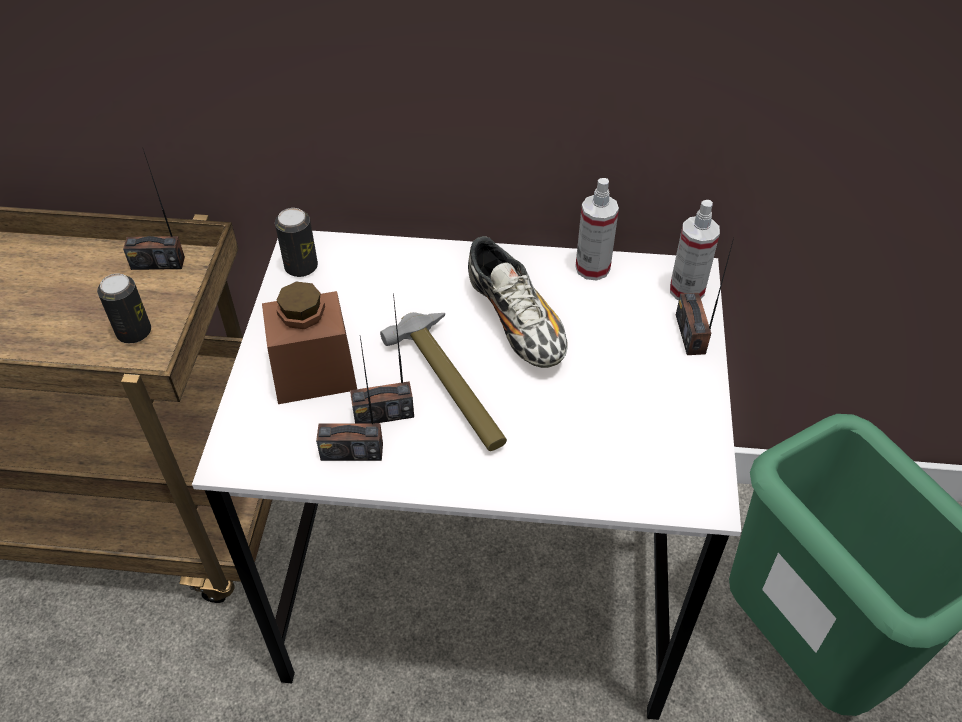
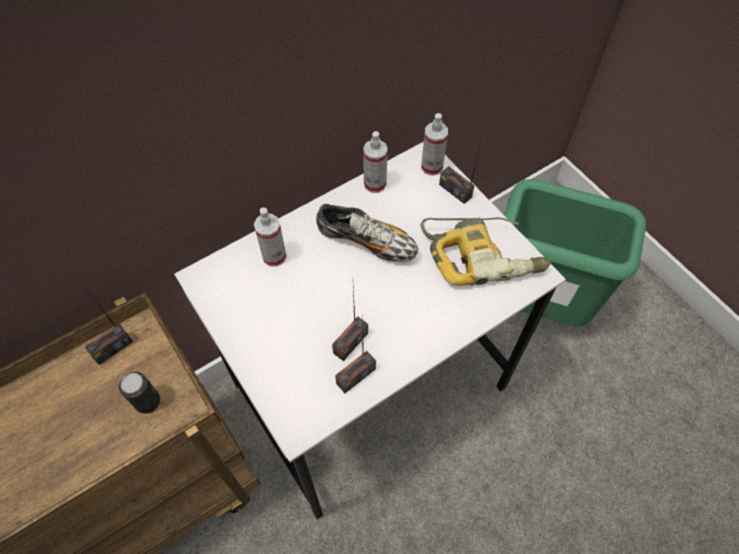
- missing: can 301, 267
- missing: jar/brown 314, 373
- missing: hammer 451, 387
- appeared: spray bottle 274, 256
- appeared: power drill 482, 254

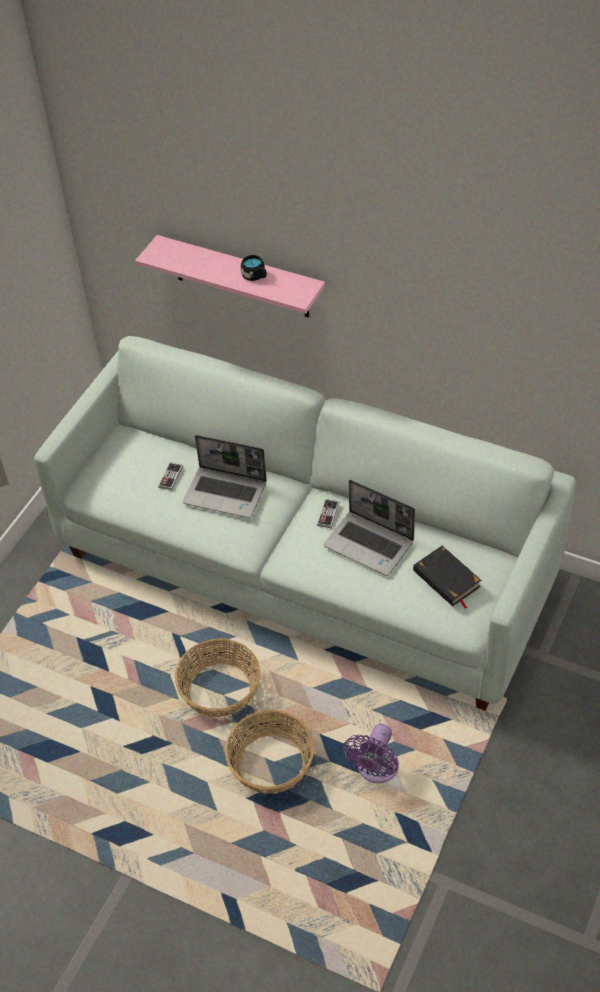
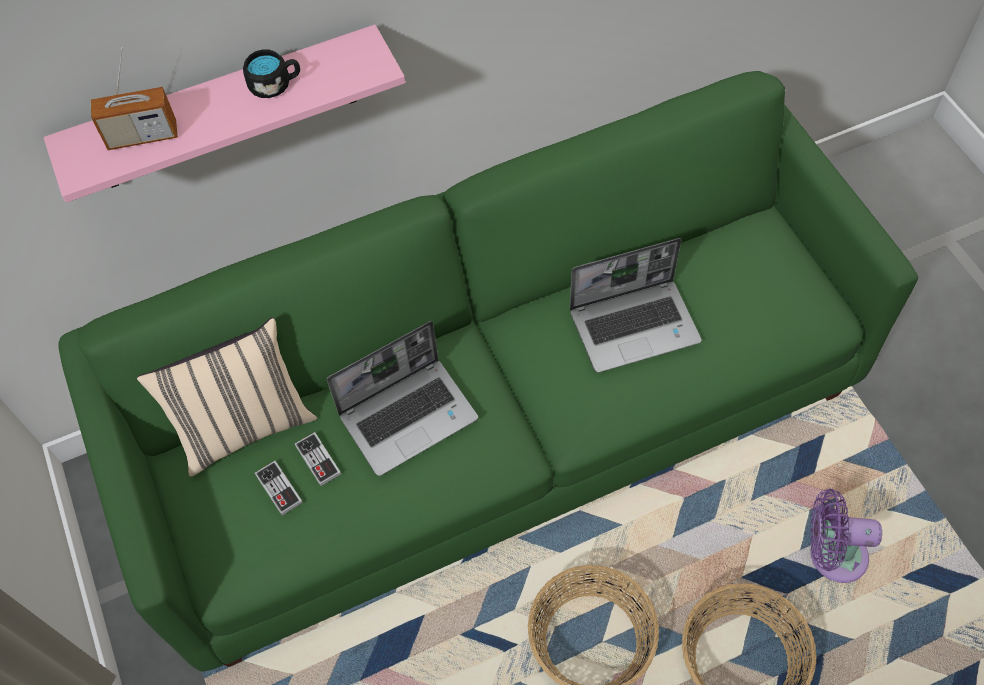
- colour: sofa/white 305, 566 to sofa/green 496, 420
- relocated: game controller 328, 514 to 279, 488
- missing: book/black 446, 579
- spun: fan/purple 375, 769 = 831, 555 120 degrees clockwise
- appeared: radio 142, 136
- appeared: pillow/beige 245, 426

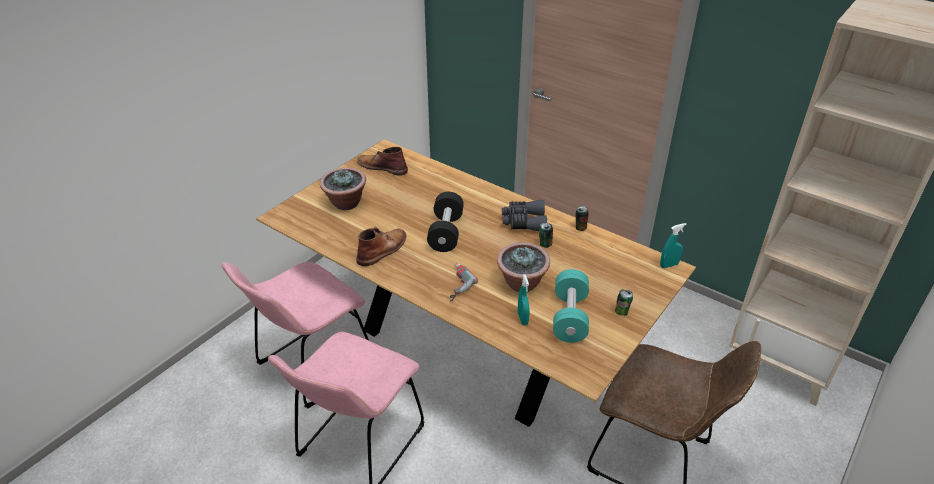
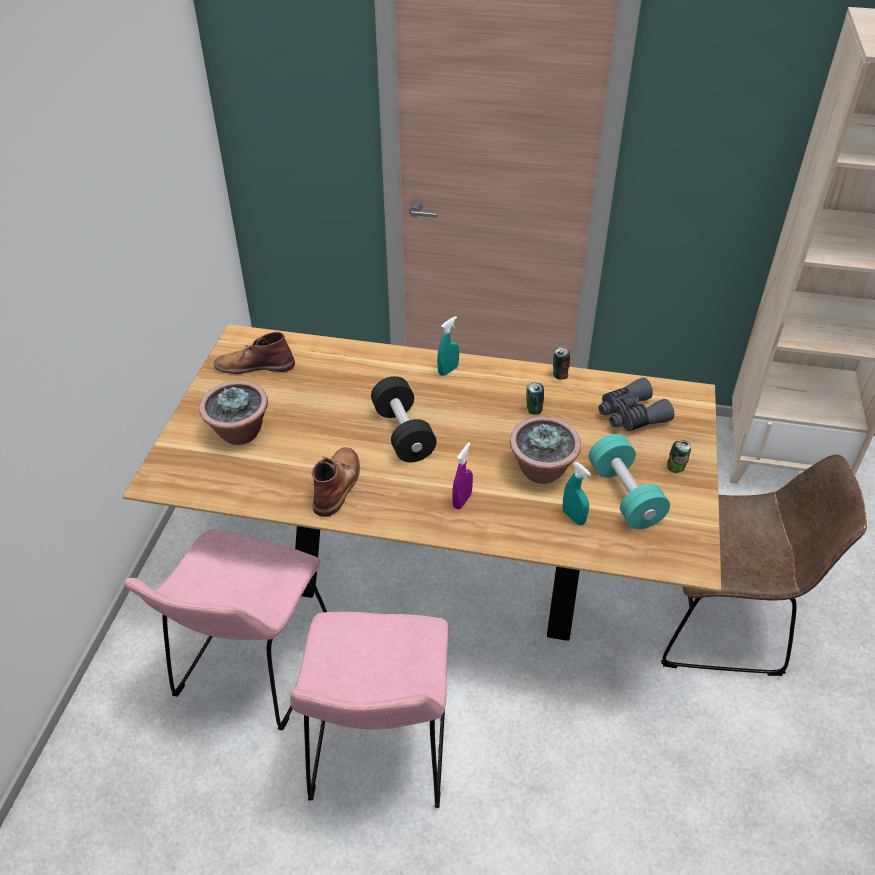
- relocated: binoculars/grey 524, 222 to 631, 415
- relocated: spray bottle/turquoise 669, 265 to 448, 370
- exchanged: power drill 454, 284 to spray bottle/purple 462, 501

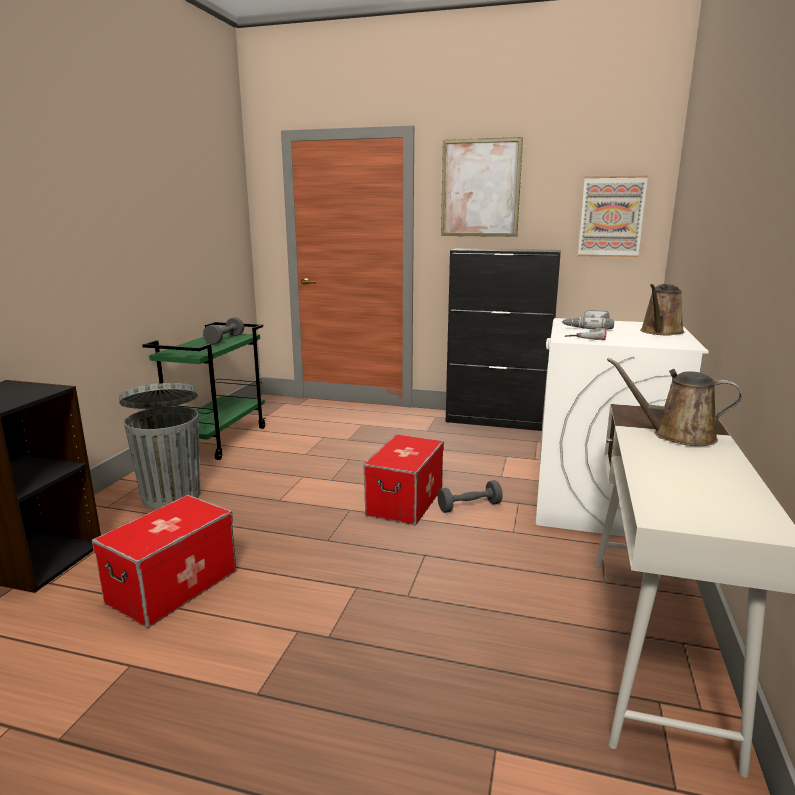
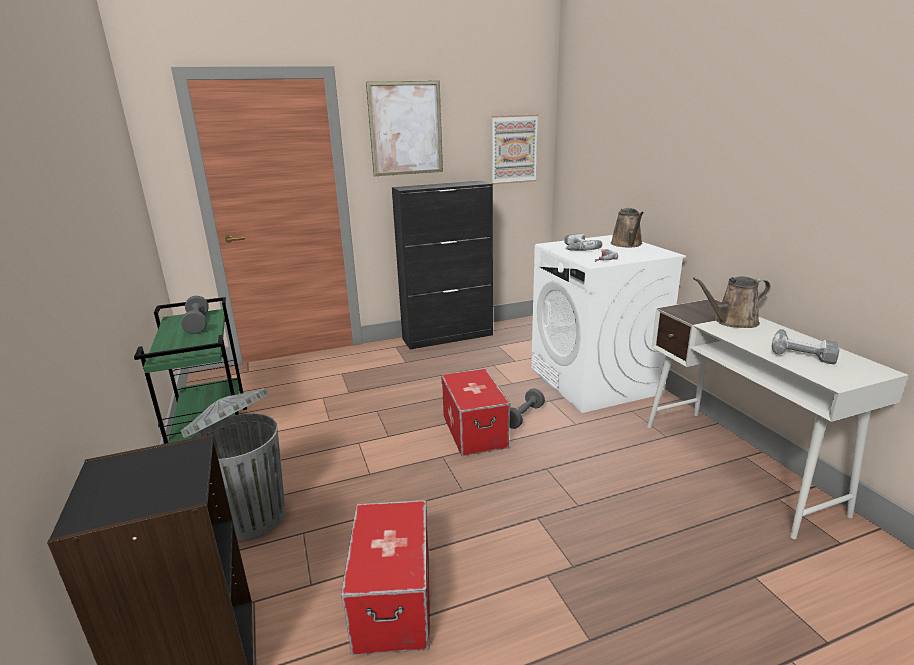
- appeared: power drill 802, 351

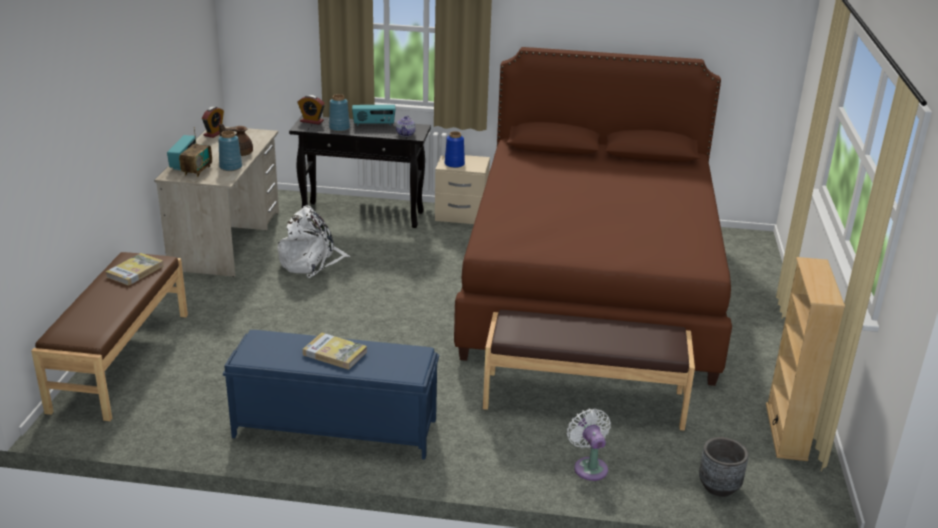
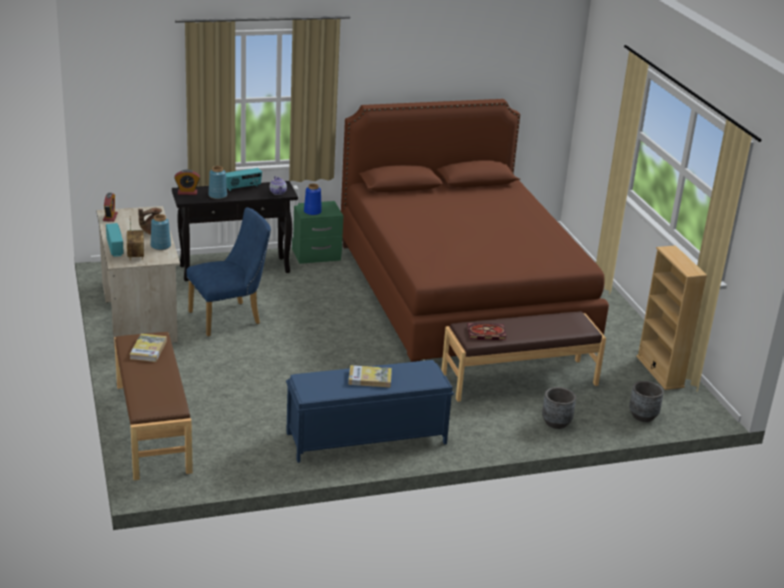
- colour: nightstand/beige 461, 215 to nightstand/green 316, 255
- exchanged: backpack/white 311, 262 to chair/blue 230, 318
- exchanged: fan/white 589, 466 to planter/grey 556, 422
- appeared: book 485, 333

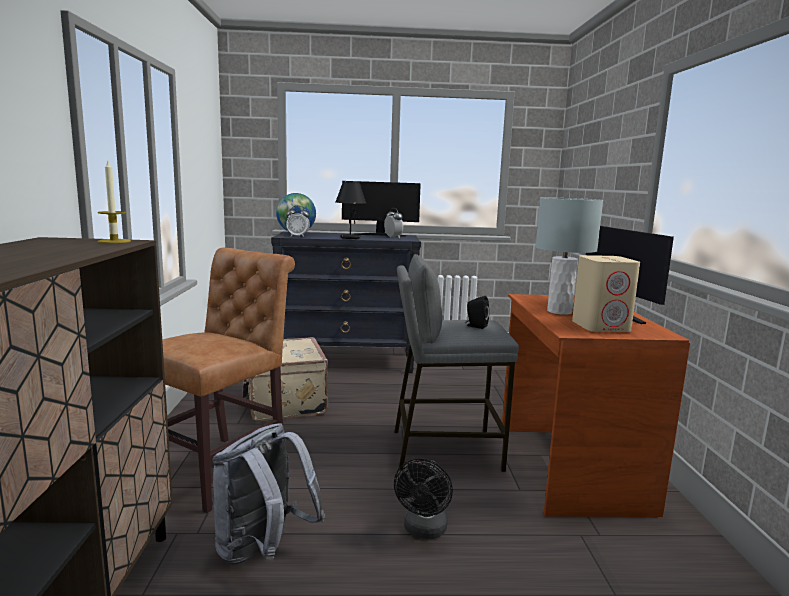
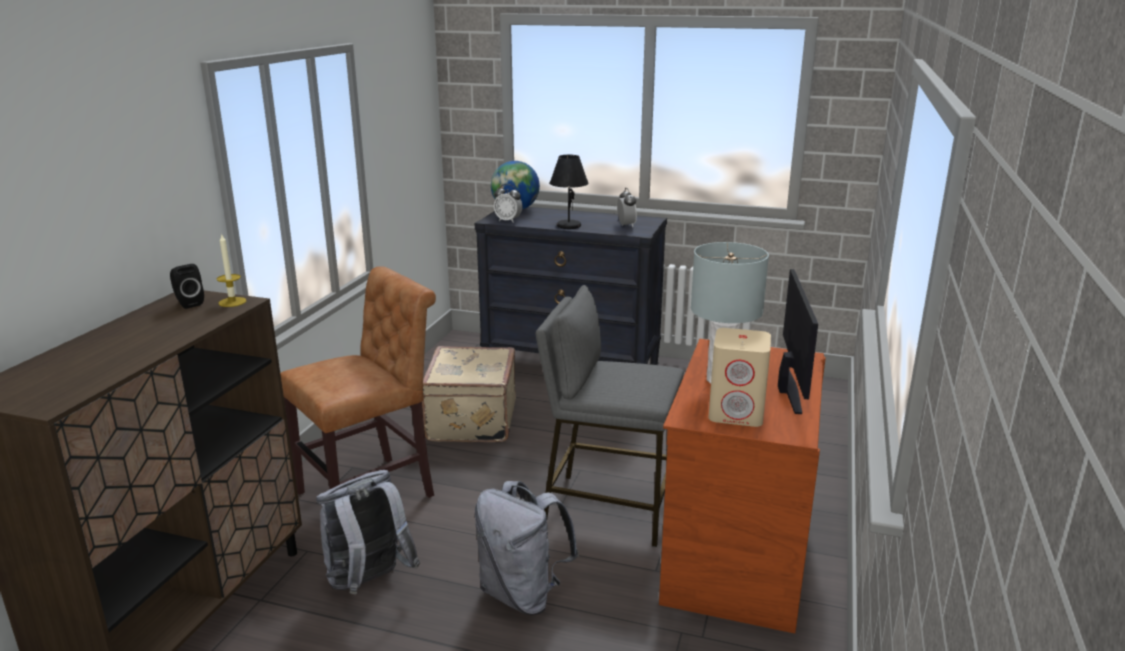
- missing: monitor 380, 235
- relocated: speaker/black 475, 326 to 188, 303
- exchanged: fan/black 423, 531 to backpack/grey 523, 594

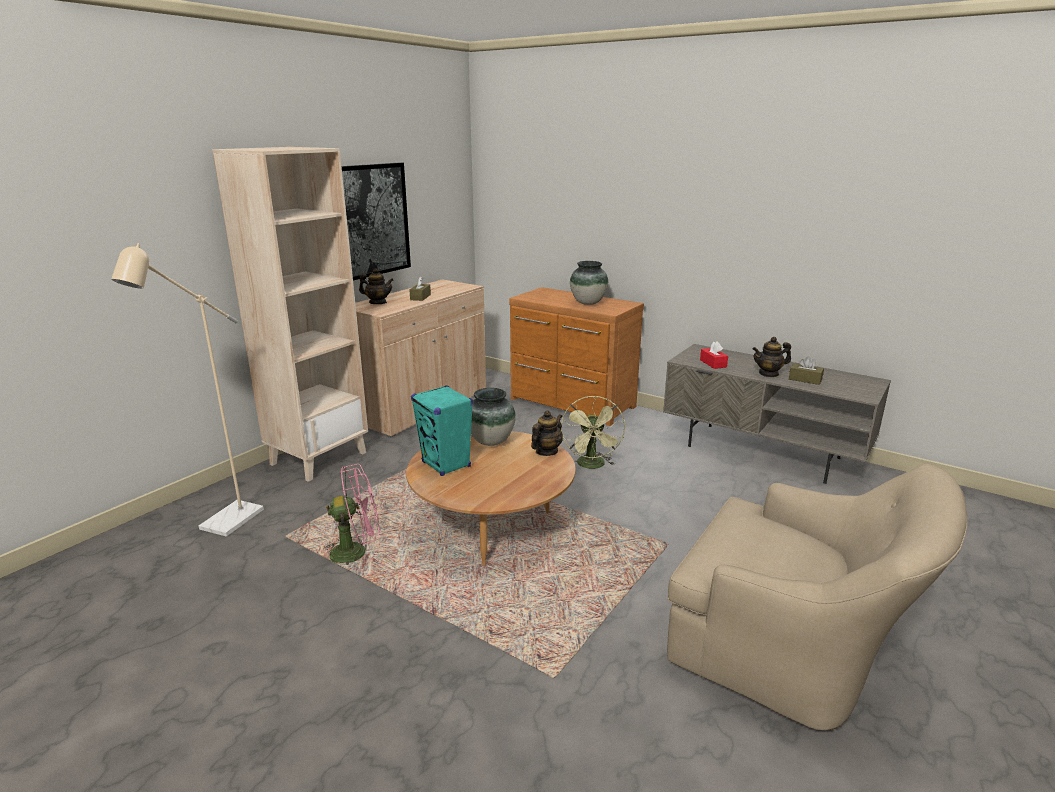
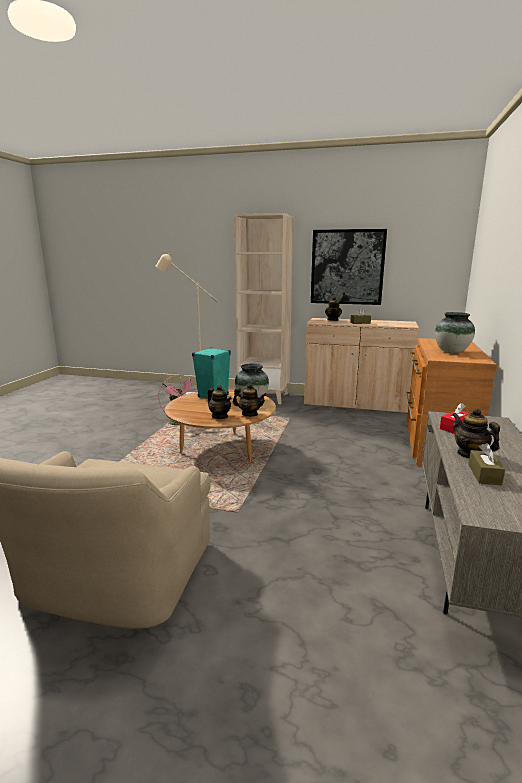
- missing: fan/green 592, 466
- appeared: teapot 220, 416

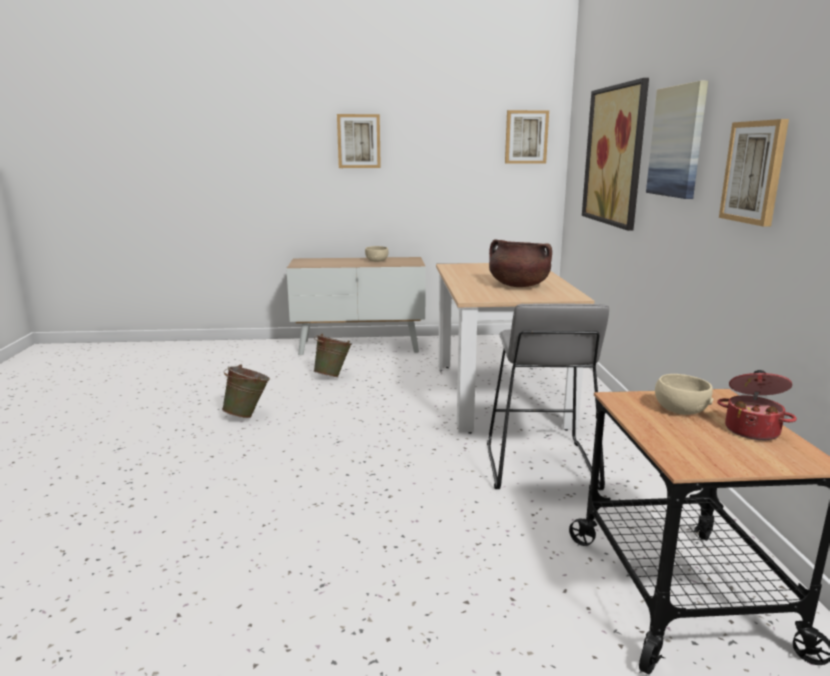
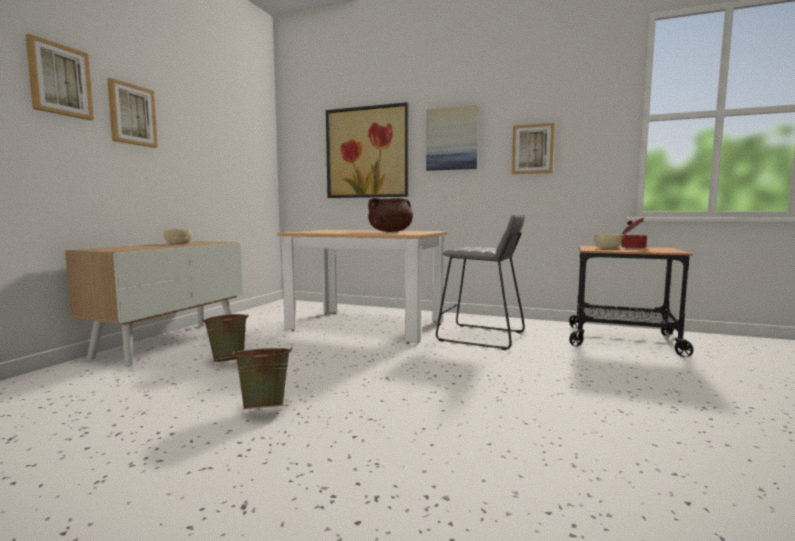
- relocated: picture 526, 137 to 60, 80

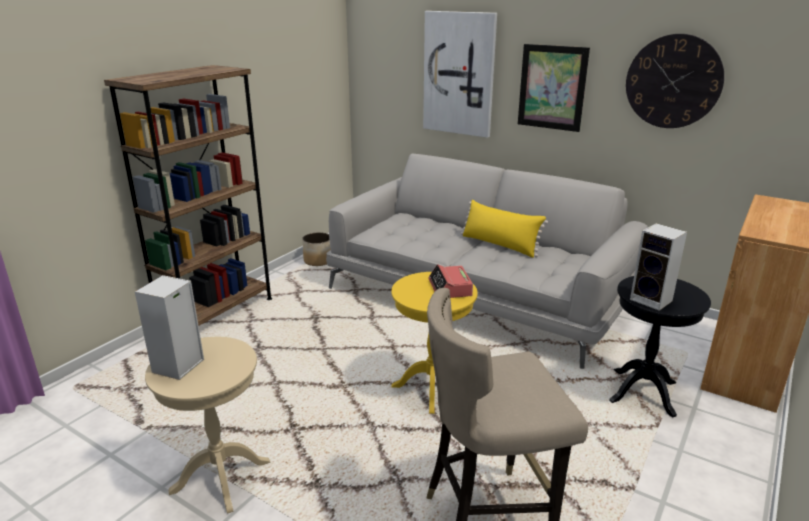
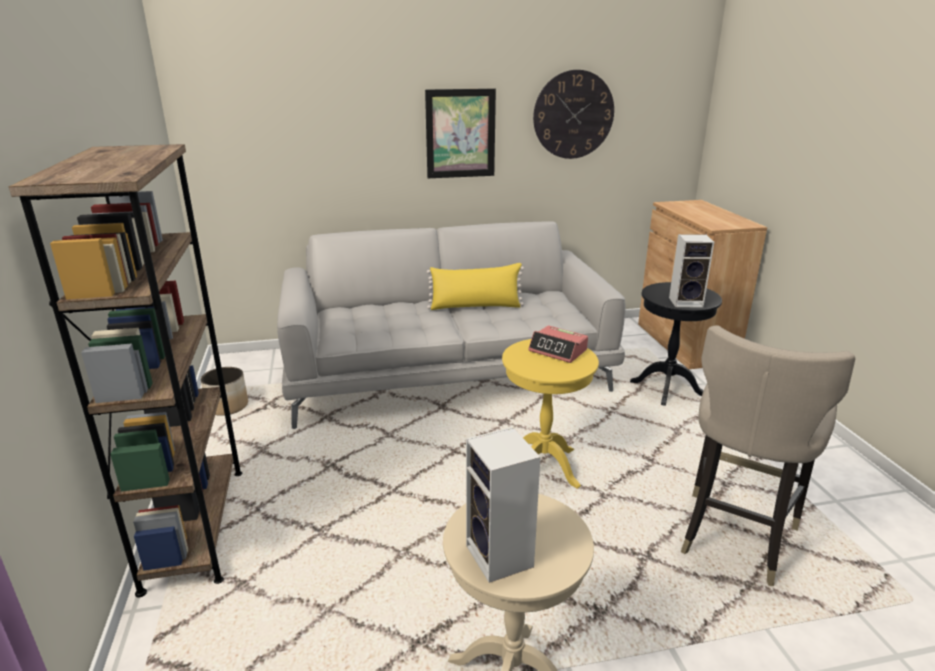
- missing: picture 459, 74

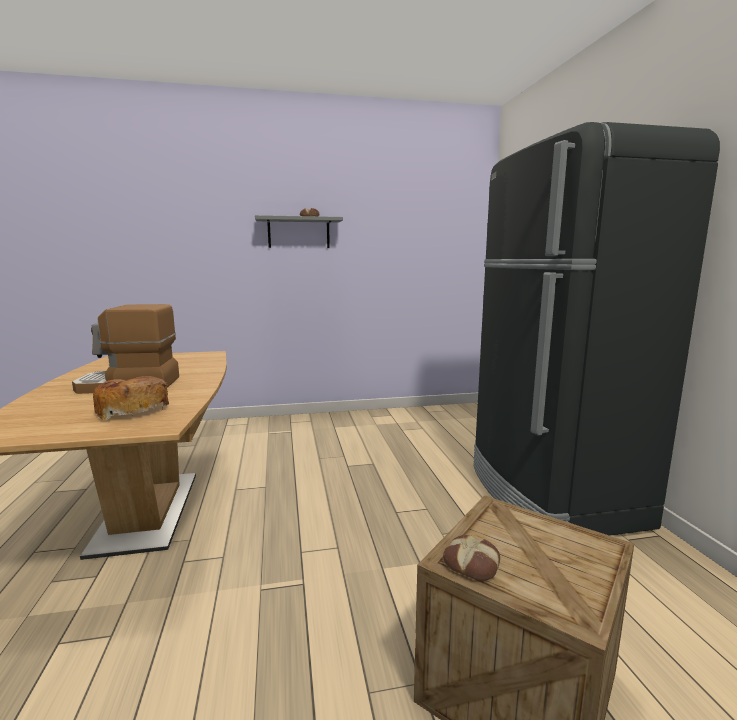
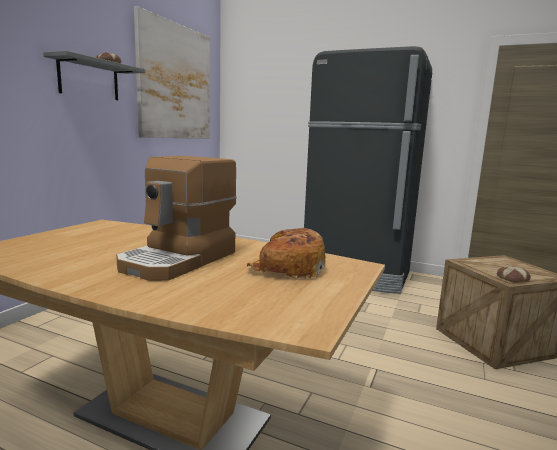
- appeared: picture 175, 82

